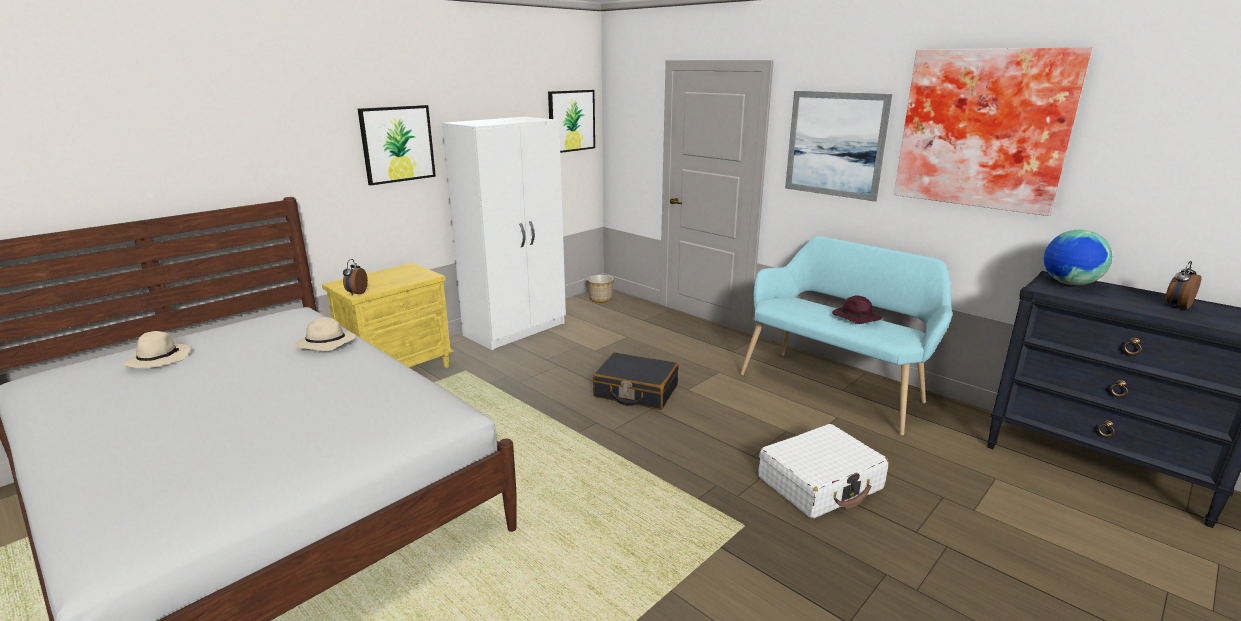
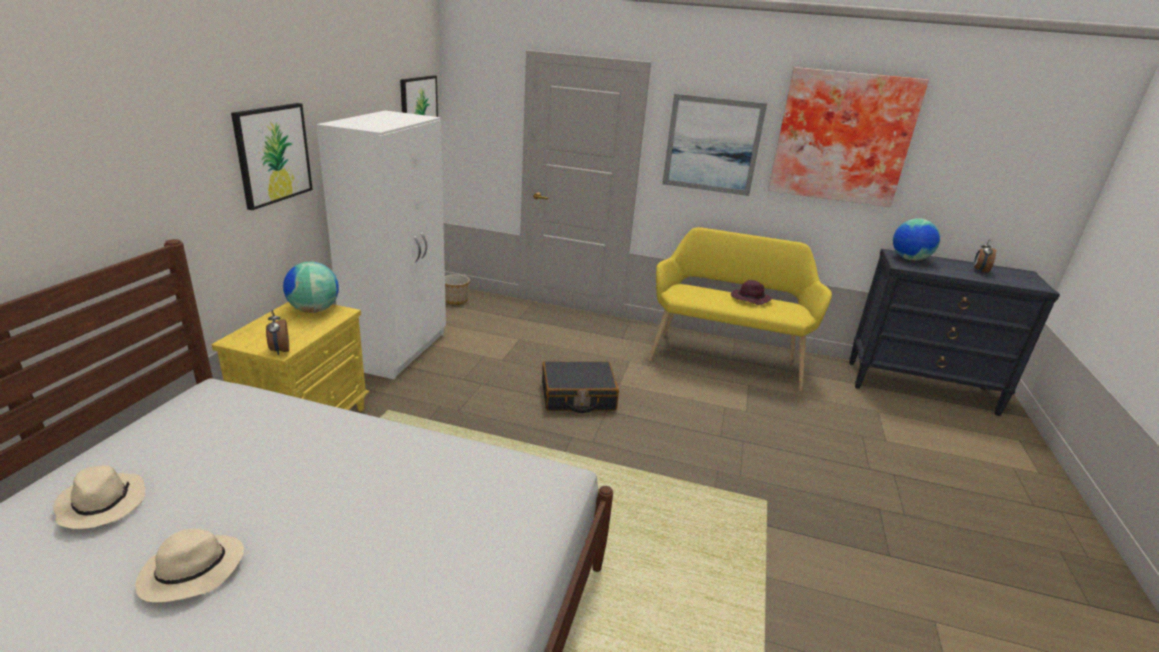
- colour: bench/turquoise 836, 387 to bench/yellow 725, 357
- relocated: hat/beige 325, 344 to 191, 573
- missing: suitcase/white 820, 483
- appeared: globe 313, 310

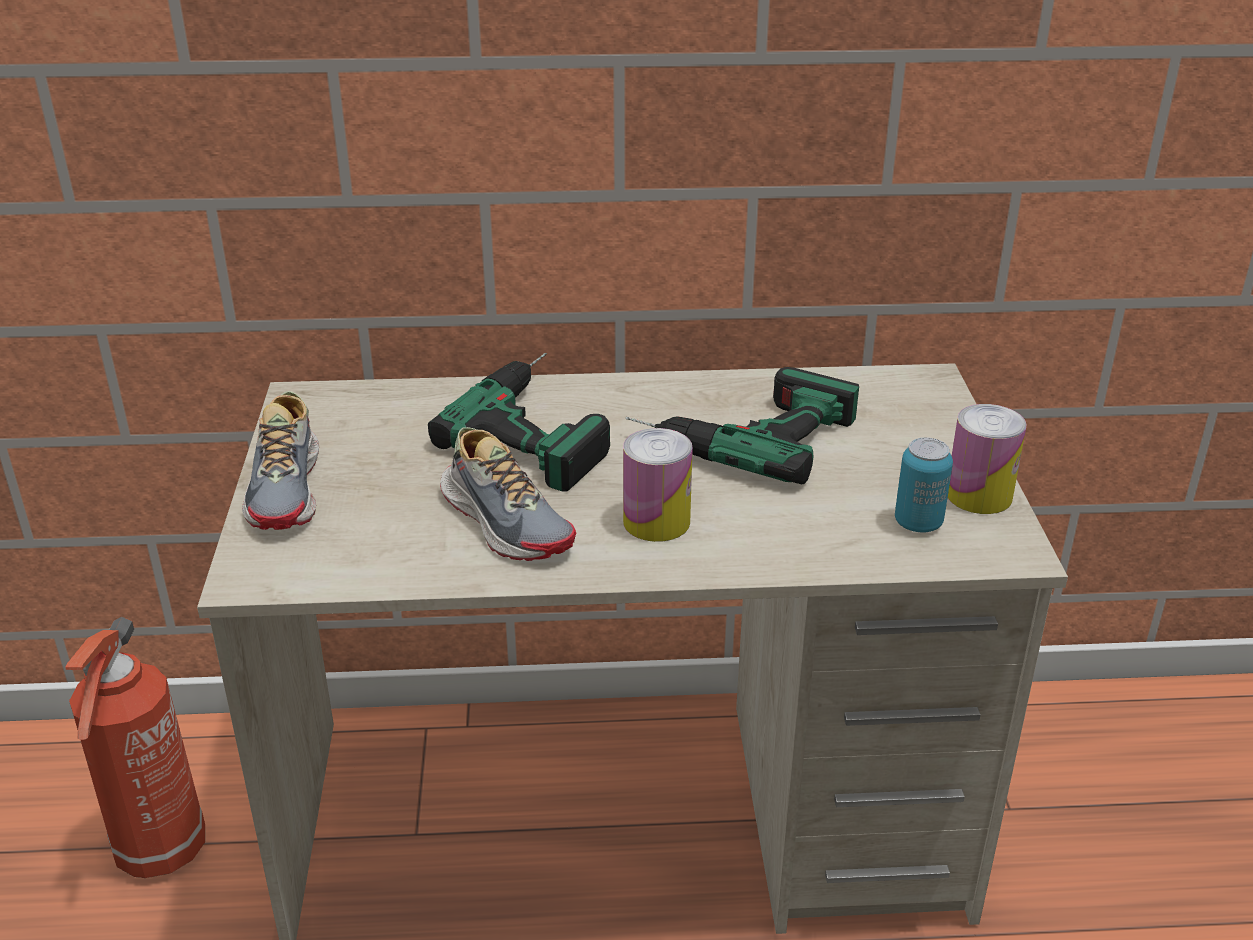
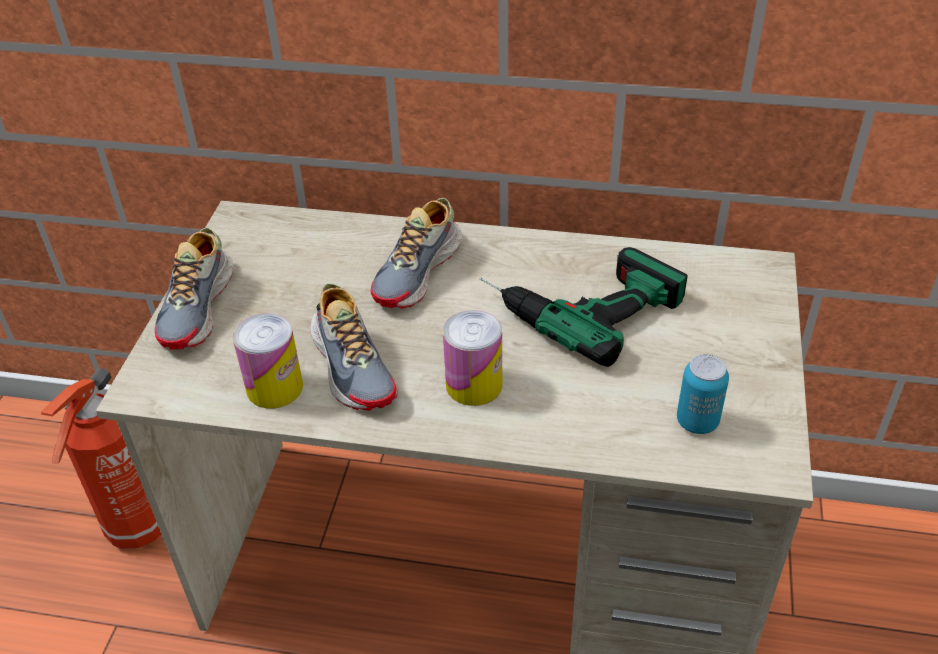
- exchanged: power drill 546, 424 to shoe 419, 272
- relocated: can 979, 495 to 274, 387

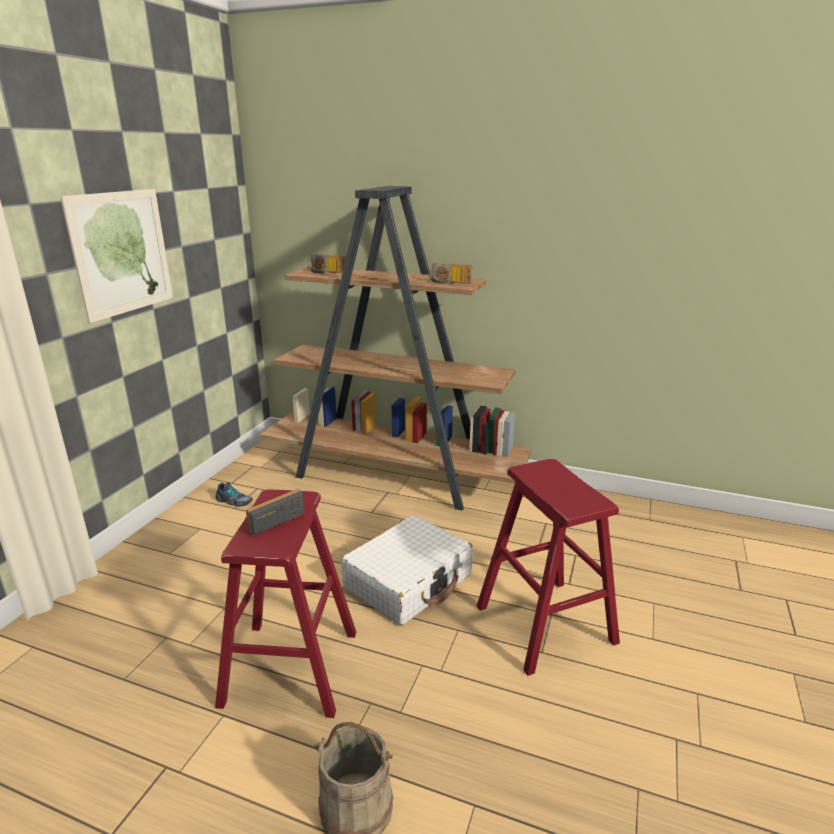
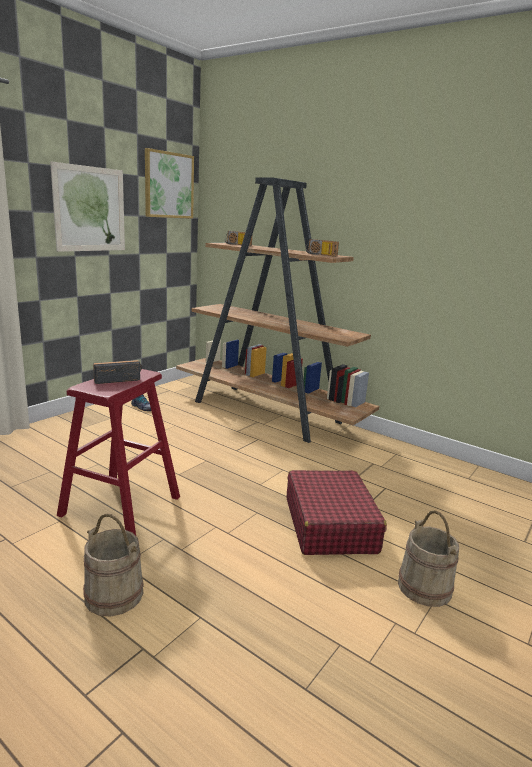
- exchanged: stool/red 545, 624 to suitcase/red 330, 524
- missing: suitcase/white 409, 581
- appeared: picture 168, 185
- appeared: bucket/beige 424, 587

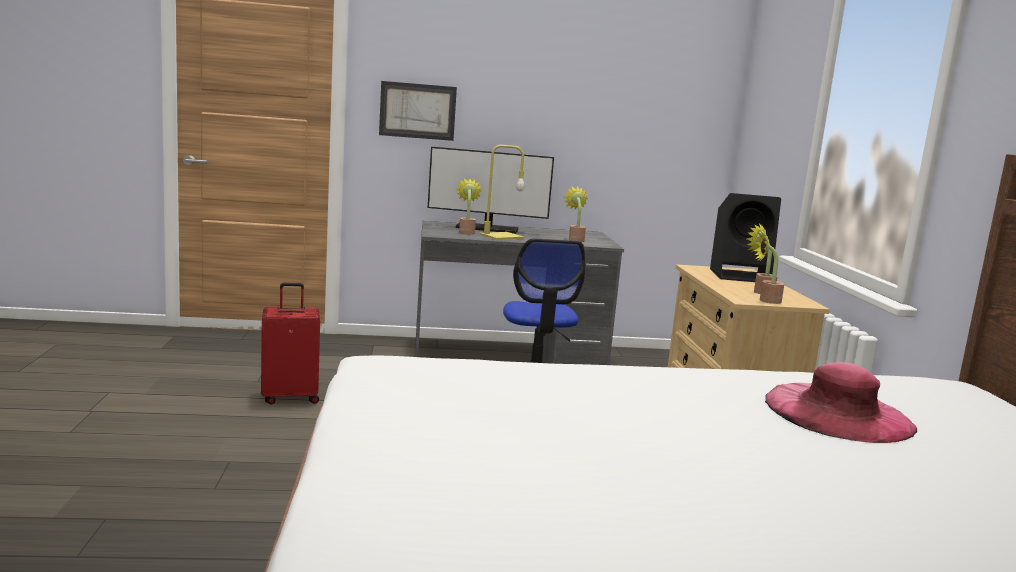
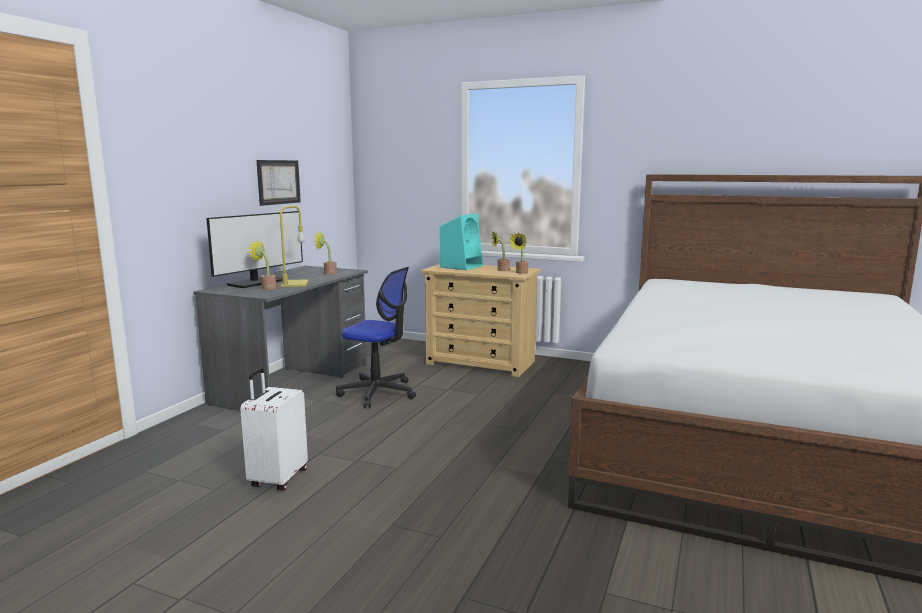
- relocated: picture 417, 111 to 278, 182
- colour: speaker/black 741, 276 to speaker/turquoise 461, 266
- colour: suitcase/red 290, 397 to suitcase/white 277, 479
- missing: hat/pink 838, 413

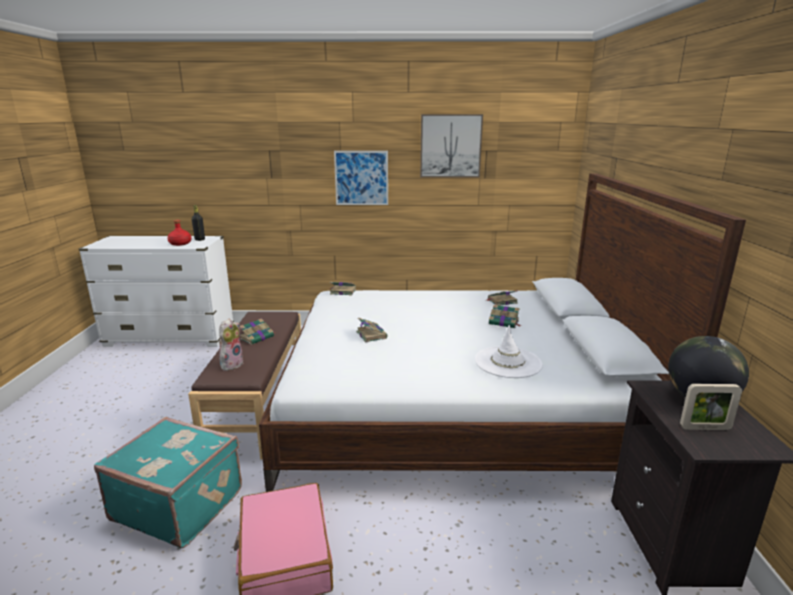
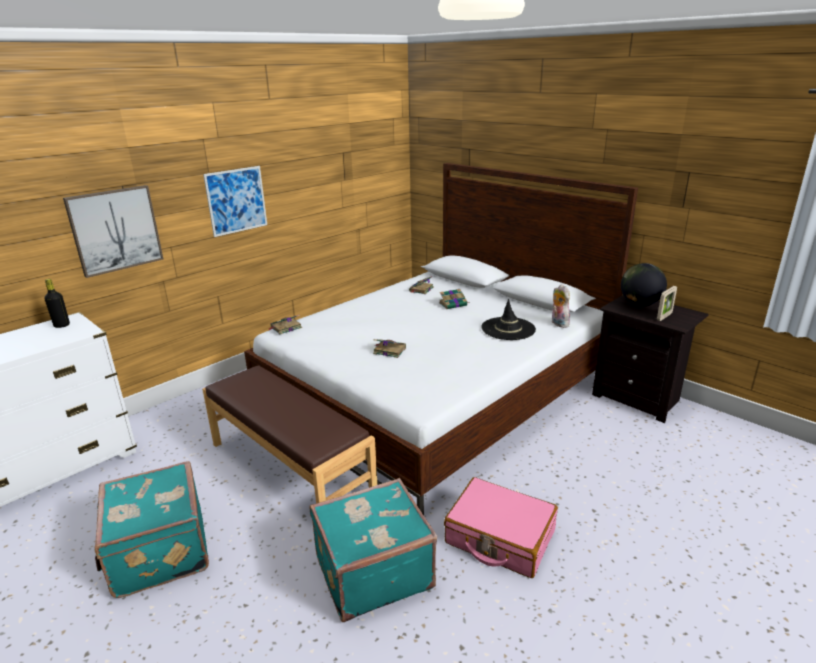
- relocated: picture 450, 146 to 115, 230
- missing: bottle/red 180, 244
- missing: book 257, 337
- relocated: plush toy 231, 364 to 558, 323
- colour: hat/white 508, 362 to hat/black 508, 329
- appeared: suitcase/turquoise 158, 552

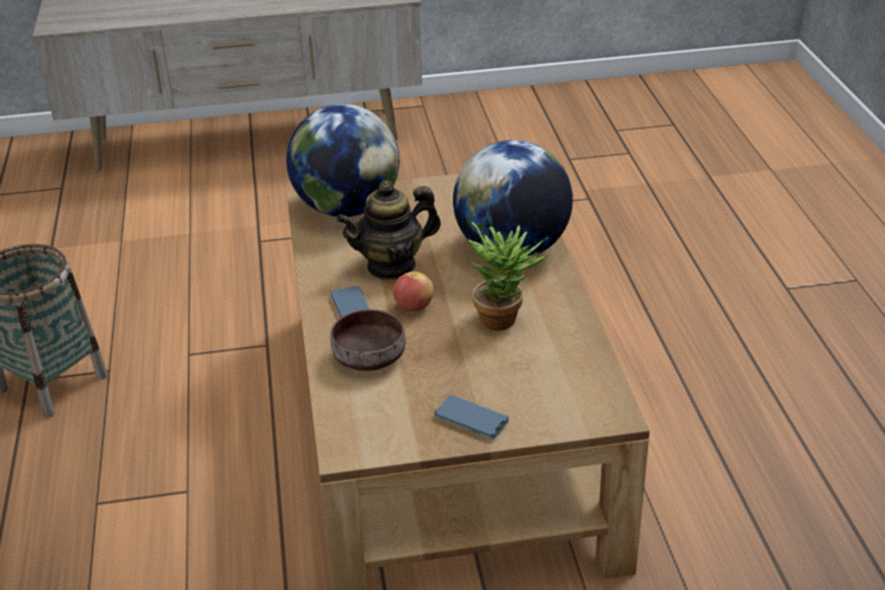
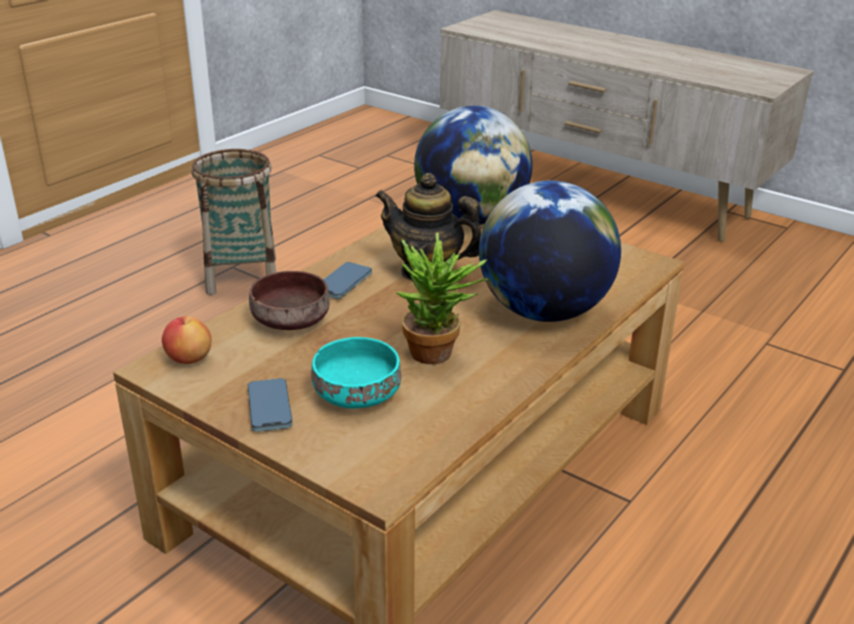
- relocated: apple 413, 307 to 188, 359
- appeared: bowl/turquoise 358, 395

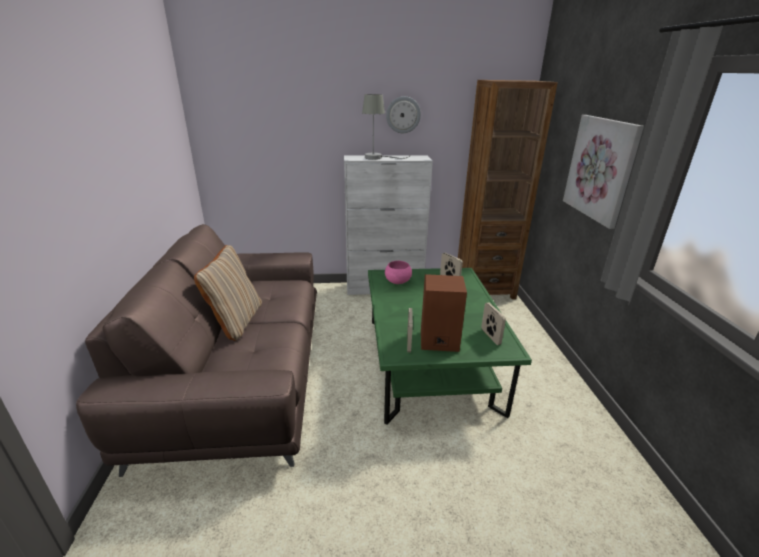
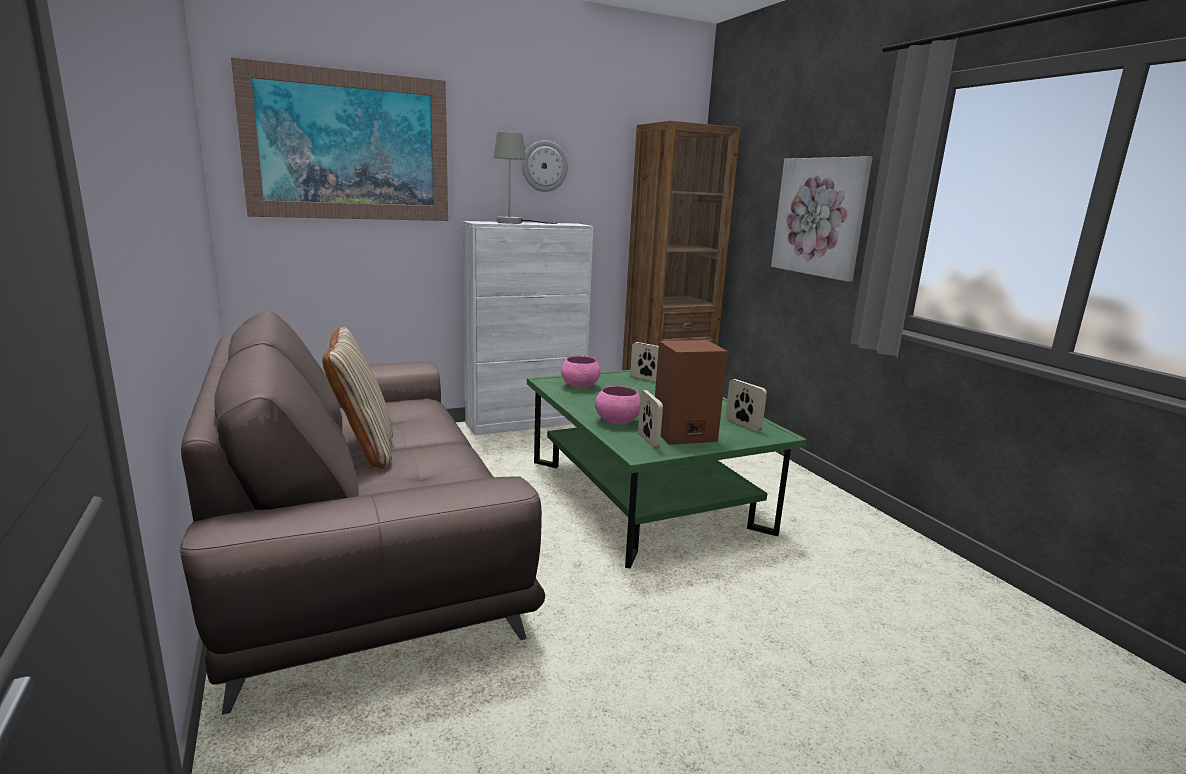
- appeared: picture 349, 146
- appeared: bowl/pink 617, 422

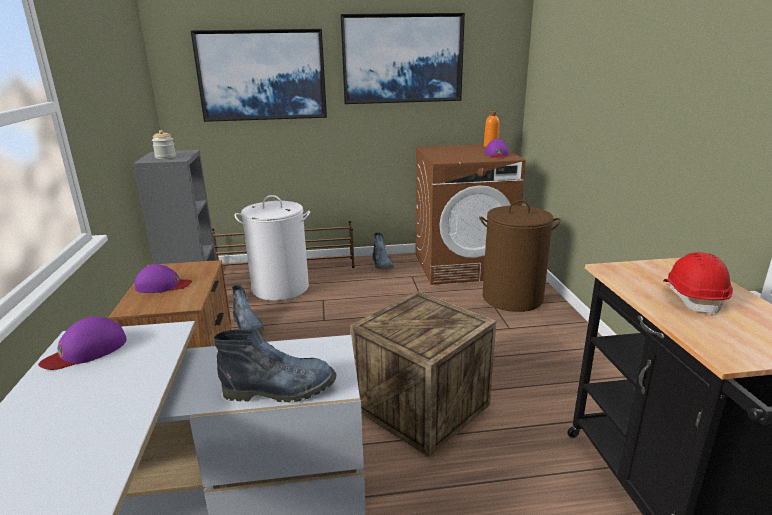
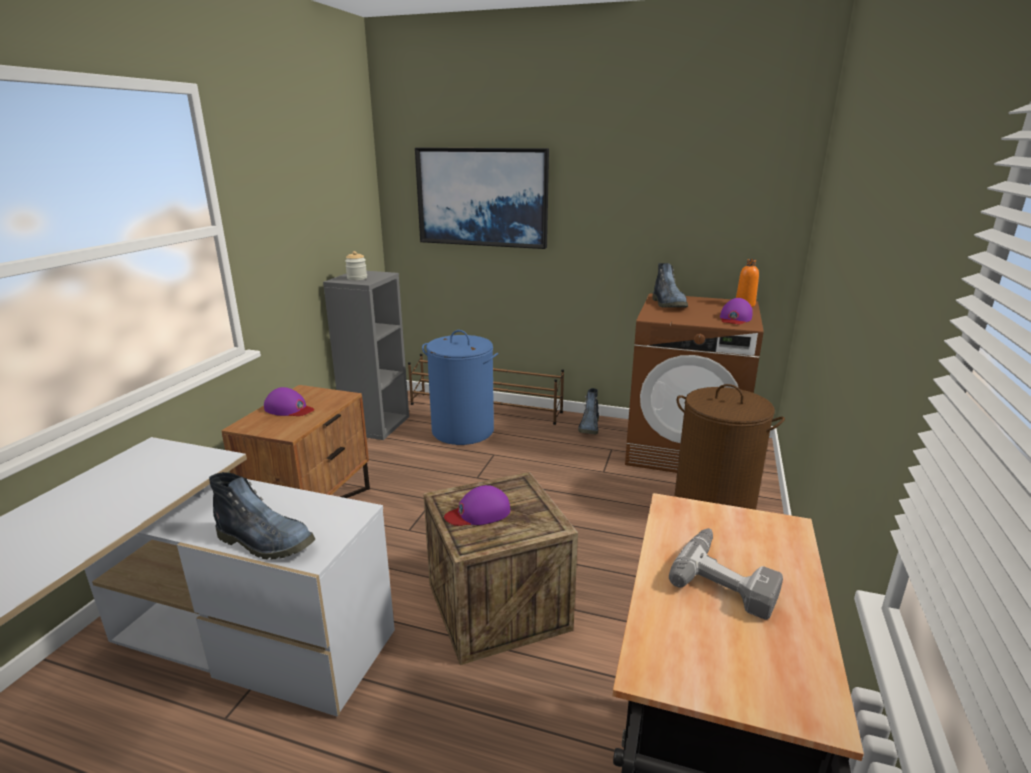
- missing: picture 402, 59
- colour: laundry basket/white 280, 288 to laundry basket/blue 462, 431
- exchanged: hard hat/red 693, 297 to power drill 728, 578
- relocated: boot 248, 325 to 669, 304
- relocated: cap/purple 86, 350 to 478, 513

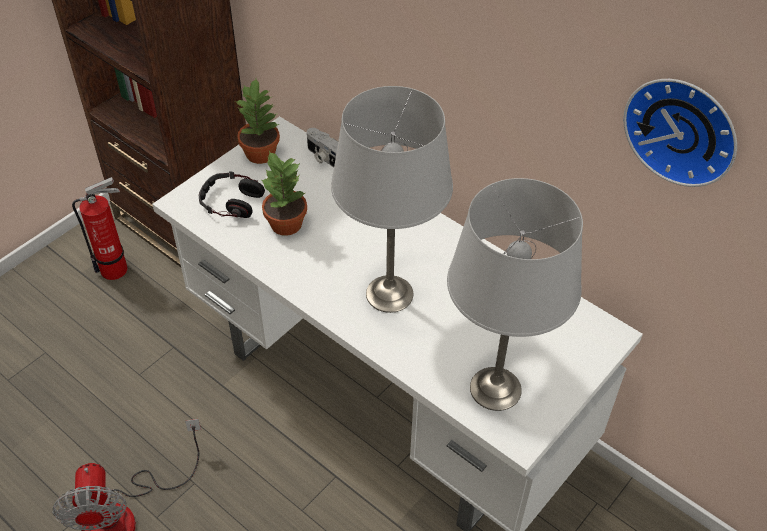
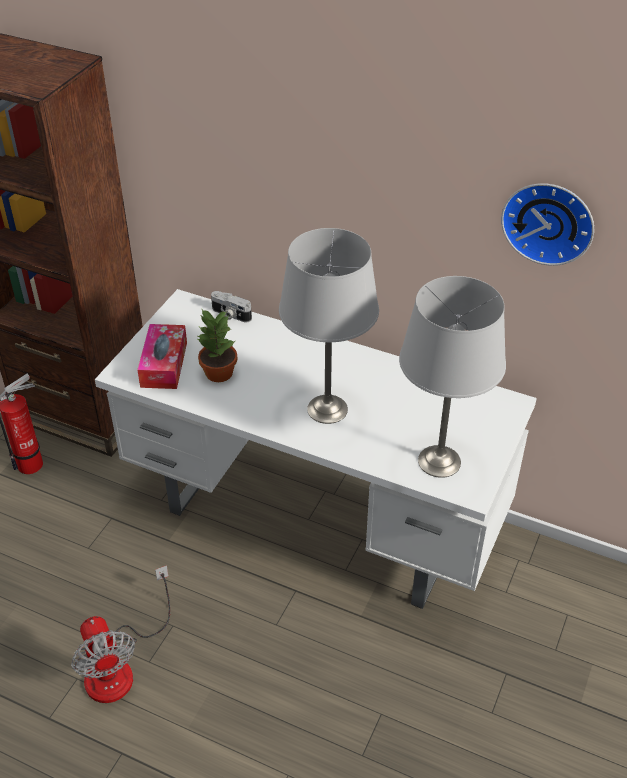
- missing: potted plant 261, 153
- exchanged: headphones 231, 202 to tissue box 164, 364

